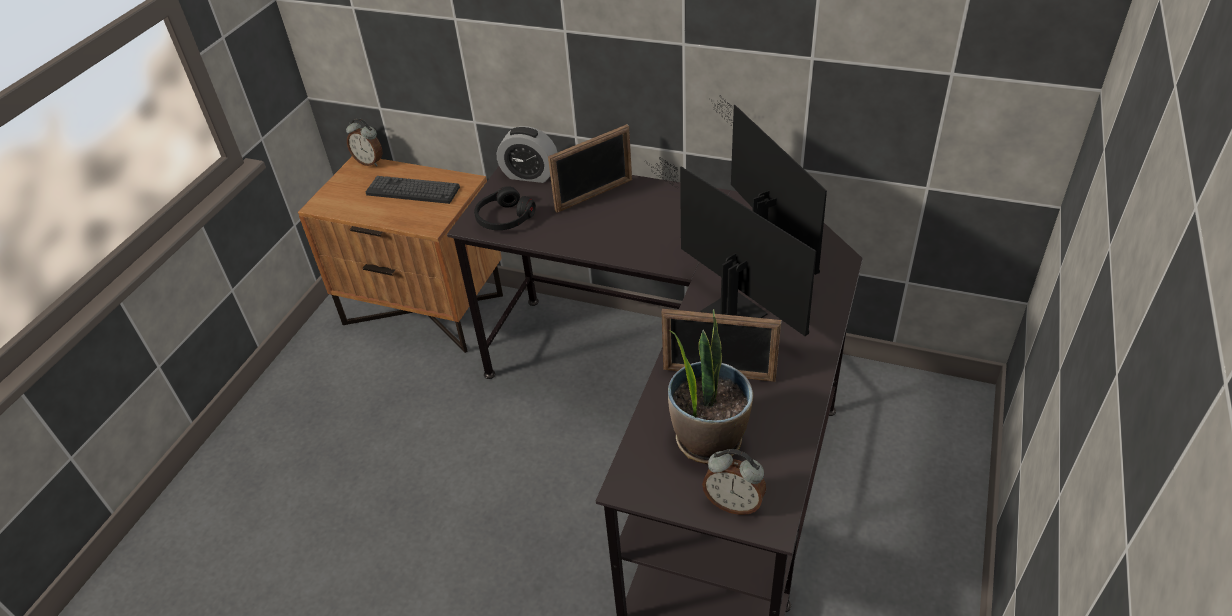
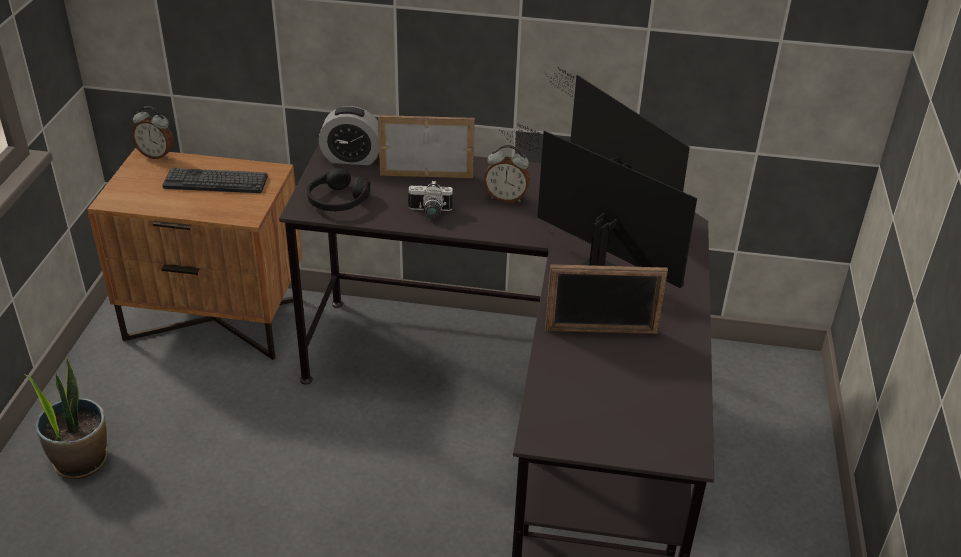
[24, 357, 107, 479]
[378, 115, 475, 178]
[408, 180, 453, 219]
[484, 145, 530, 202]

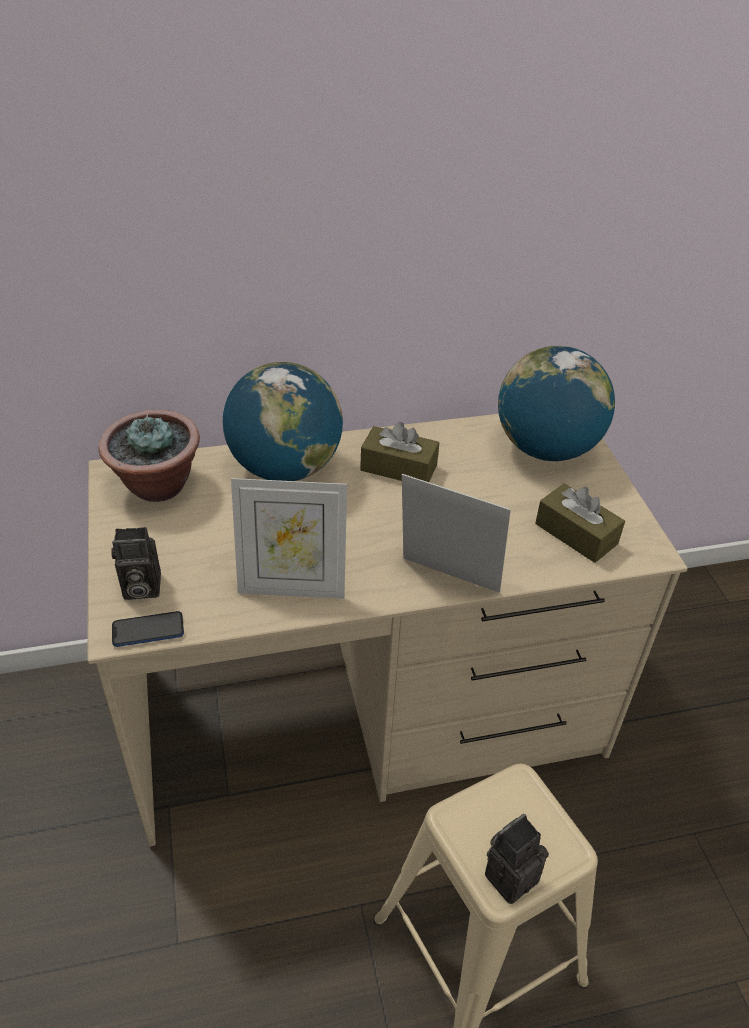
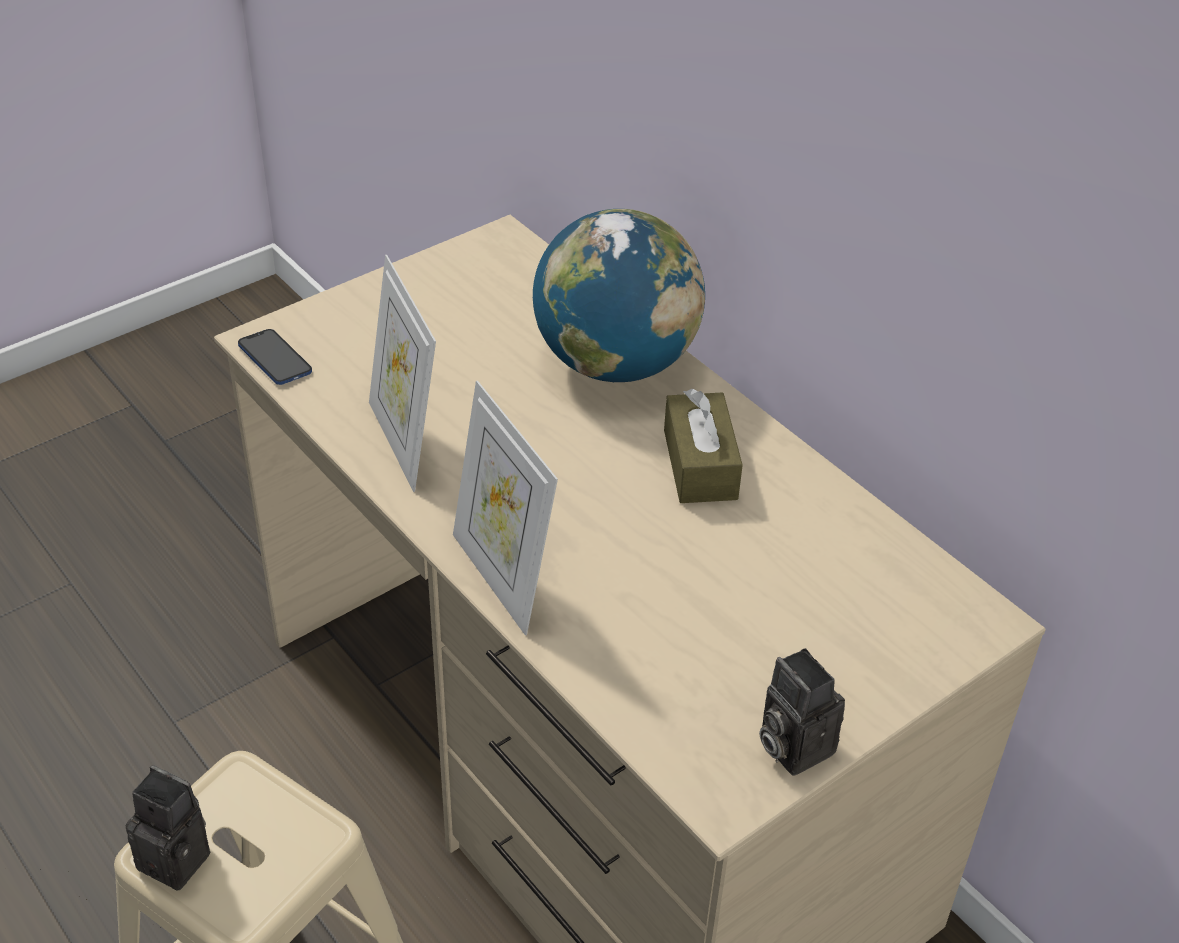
[453, 381, 558, 635]
[759, 648, 845, 775]
[99, 410, 200, 502] (first image)
[498, 346, 615, 461] (first image)
[535, 483, 625, 563] (first image)

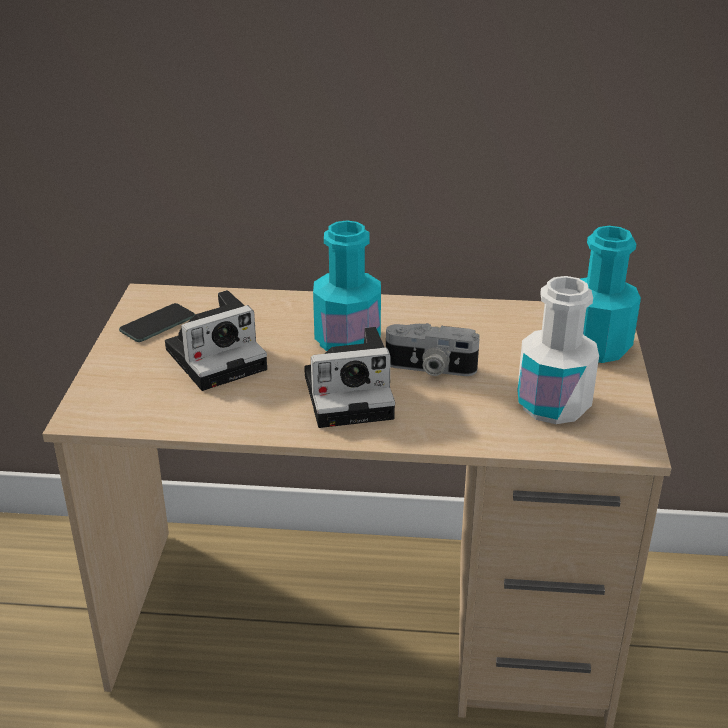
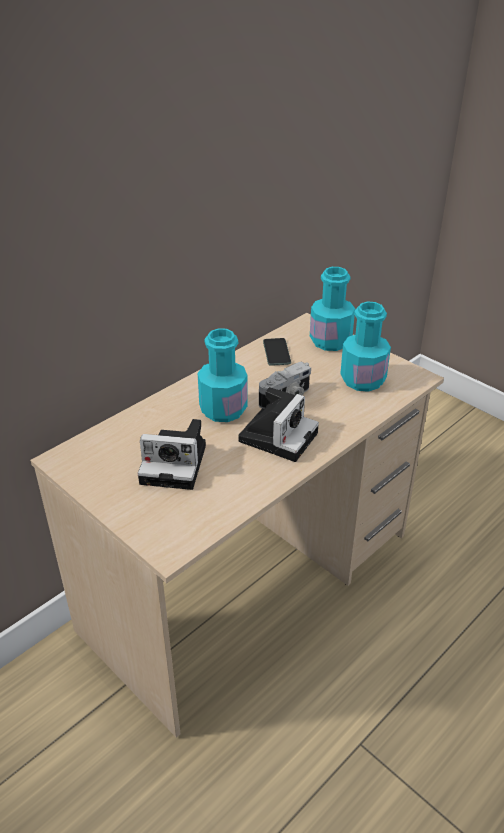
[138, 419, 206, 490]
[263, 338, 291, 366]
[340, 302, 391, 392]

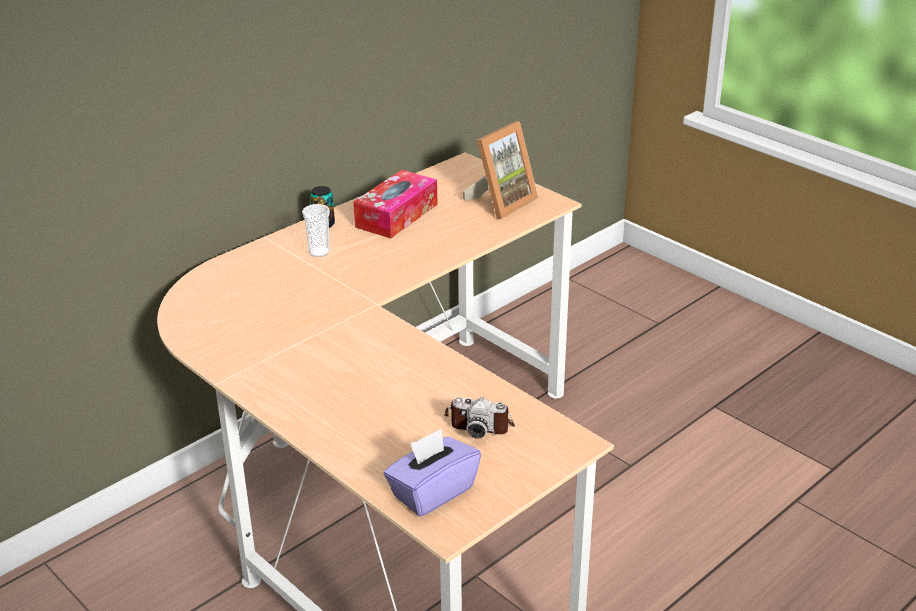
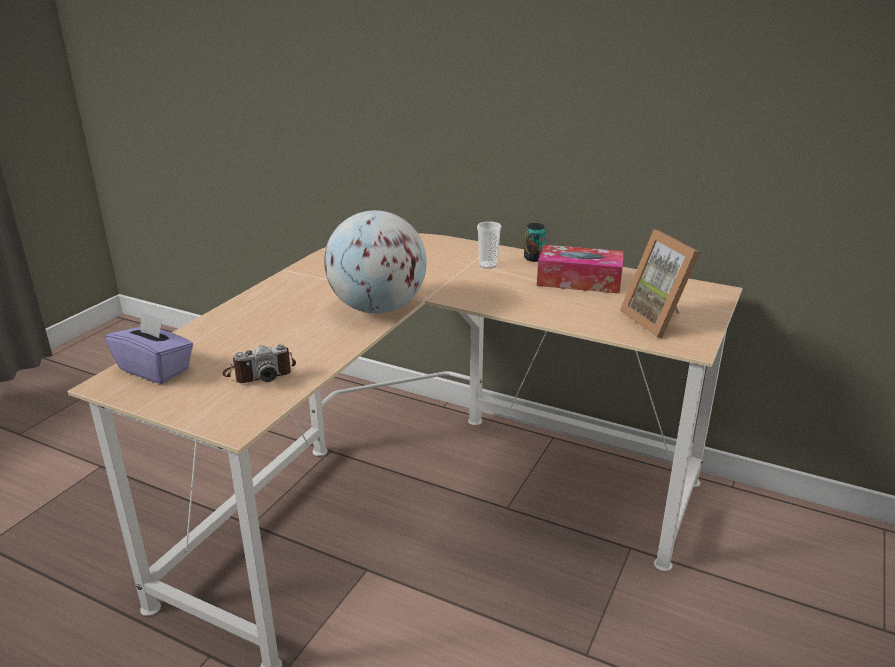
[222, 344, 296, 383]
[324, 210, 427, 314]
[620, 229, 700, 338]

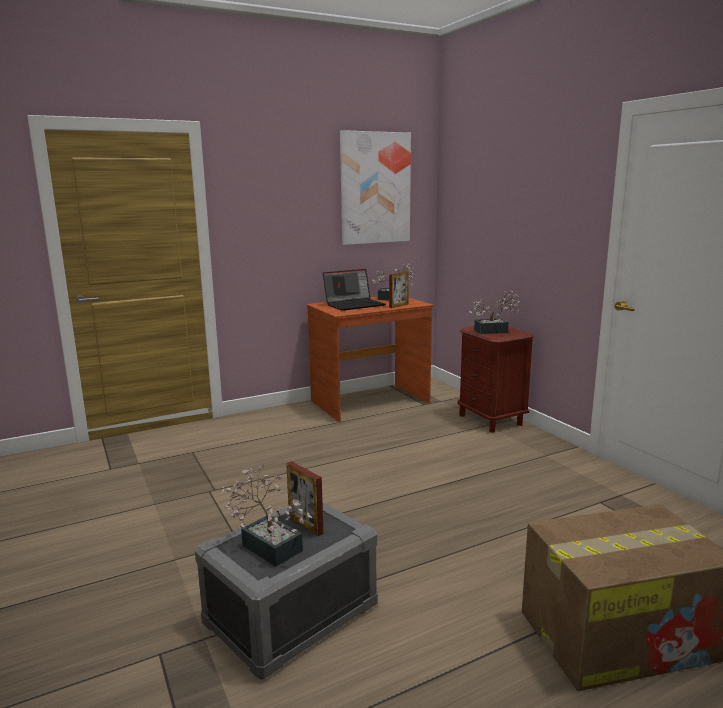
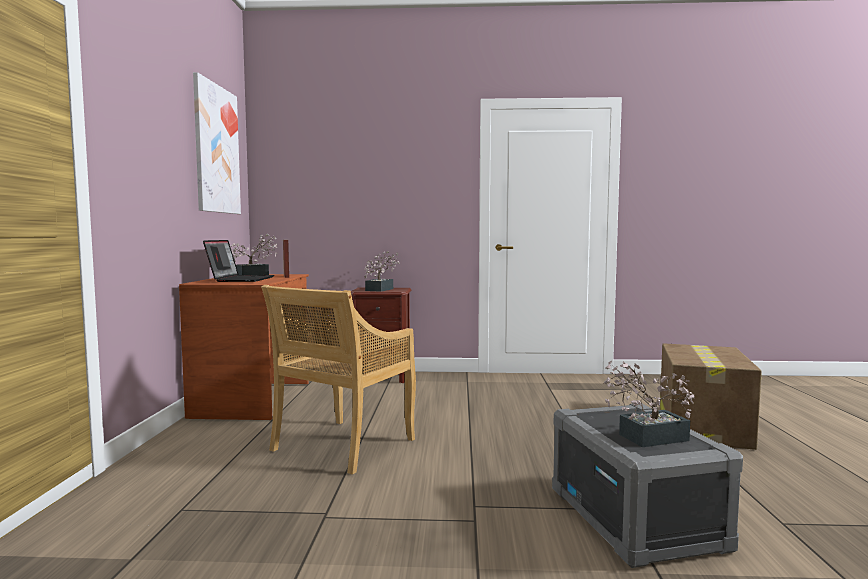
[261, 285, 416, 474]
[286, 461, 324, 536] (first image)

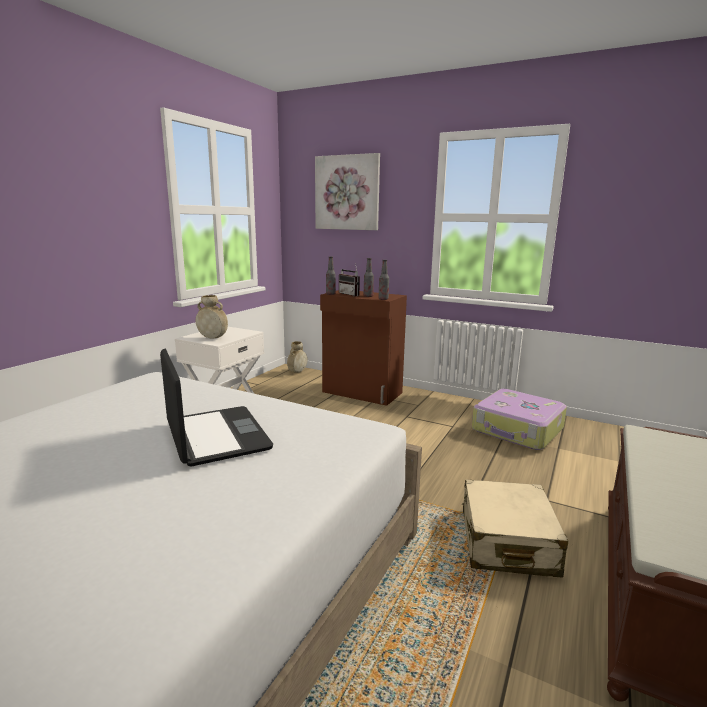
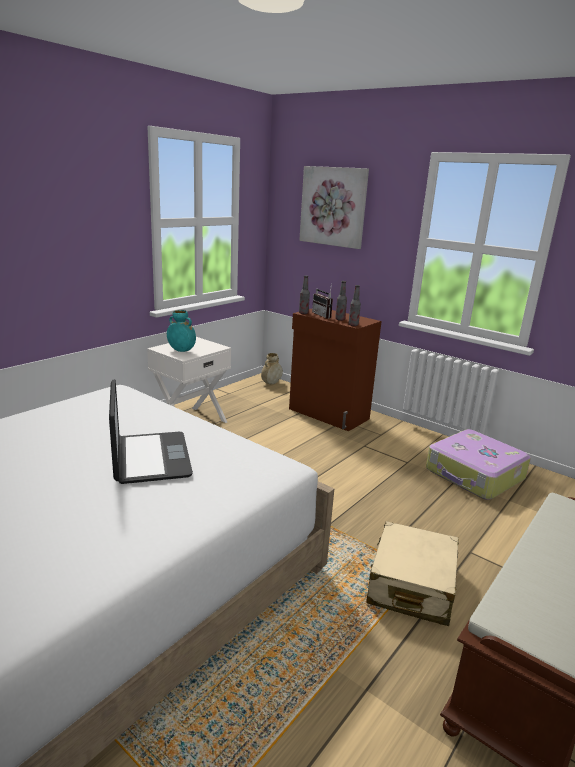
[167, 310, 196, 352]

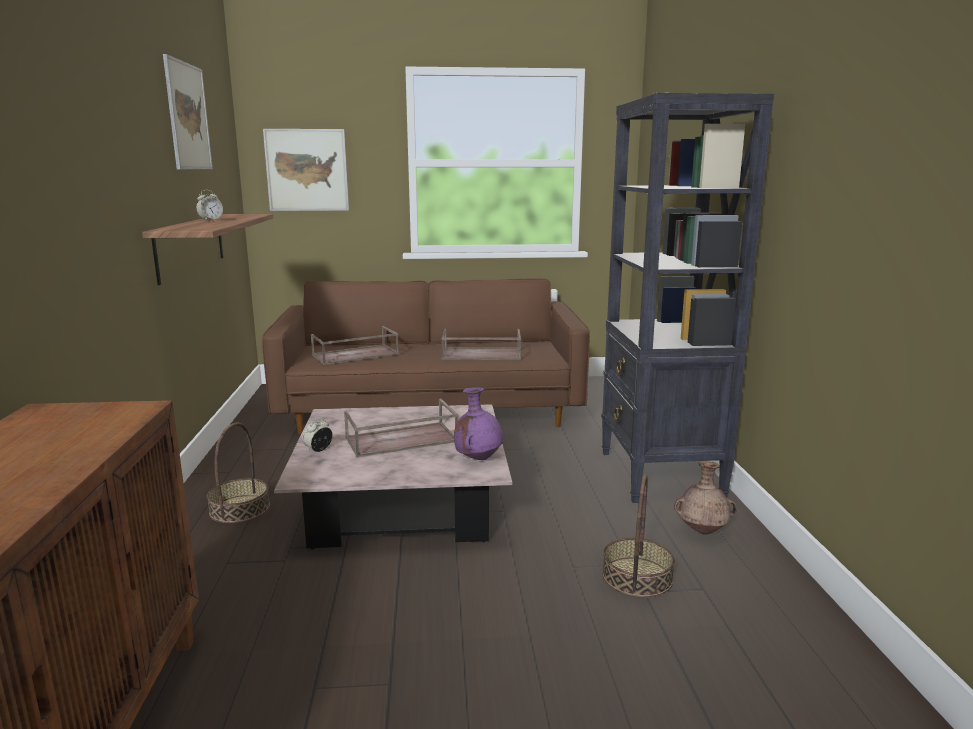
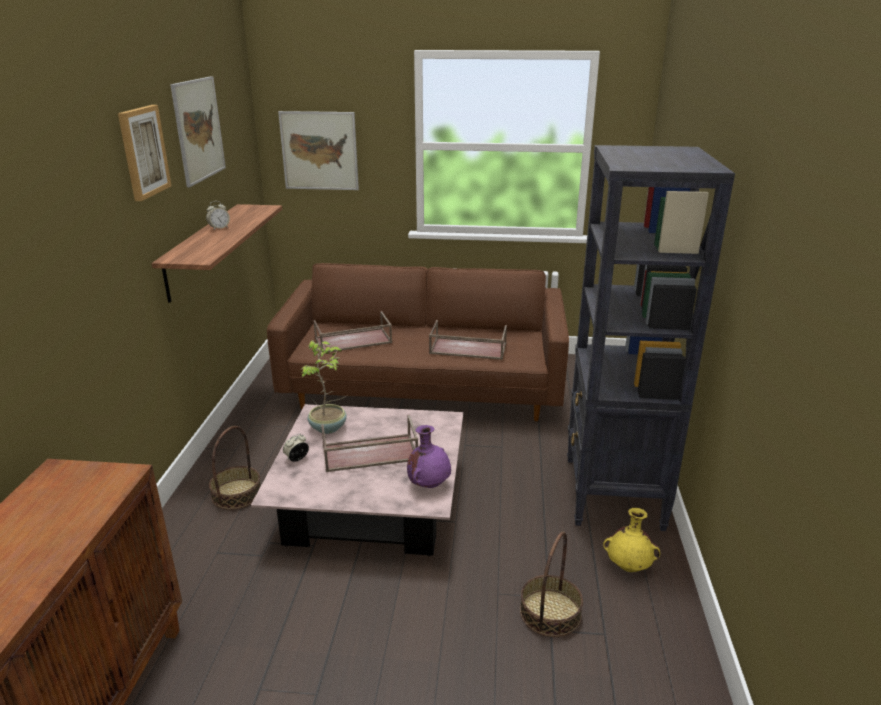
[118, 105, 172, 201]
[299, 340, 347, 434]
[603, 508, 660, 572]

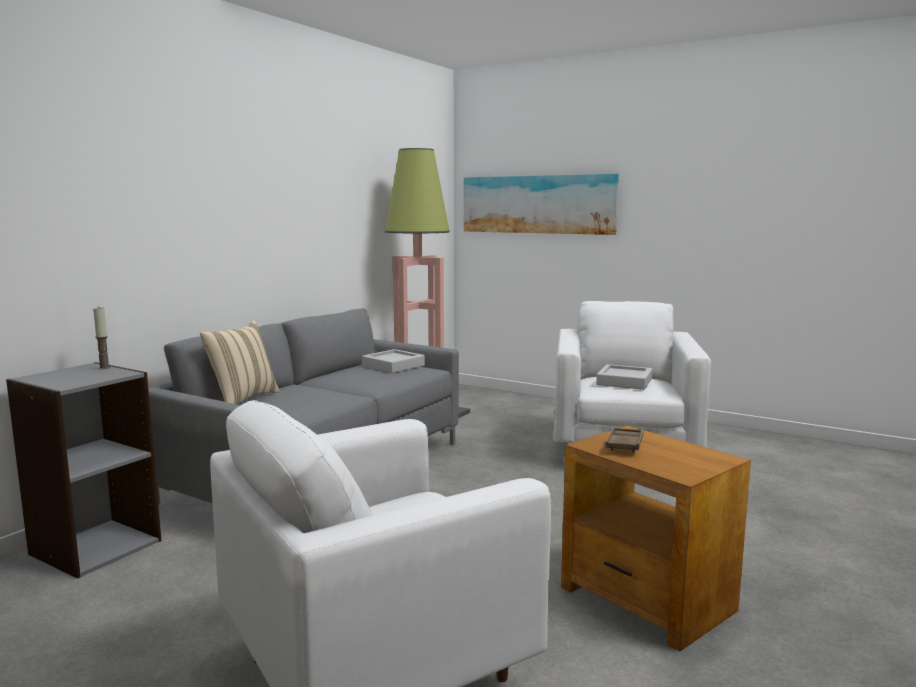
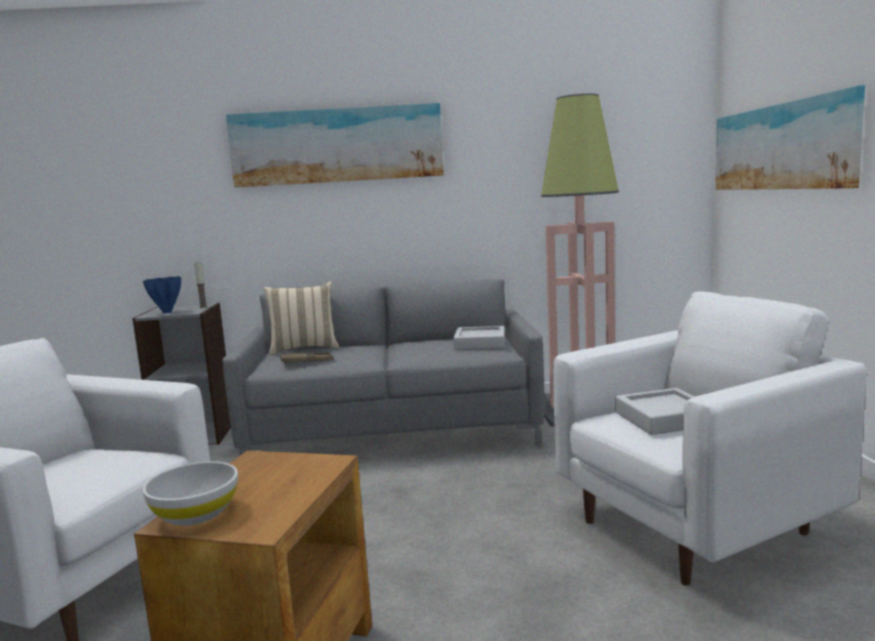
[143, 276, 181, 313]
[143, 461, 238, 526]
[226, 103, 444, 188]
[280, 352, 333, 364]

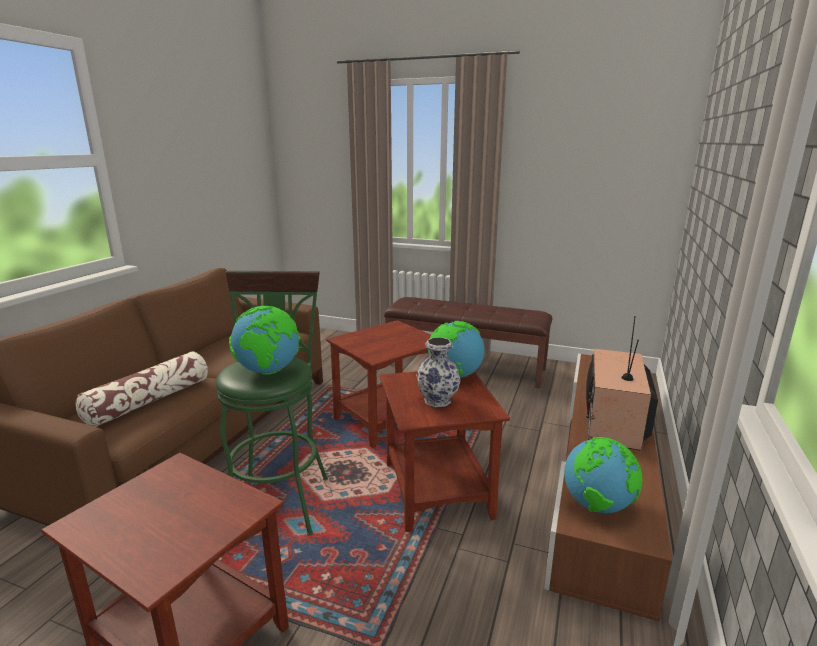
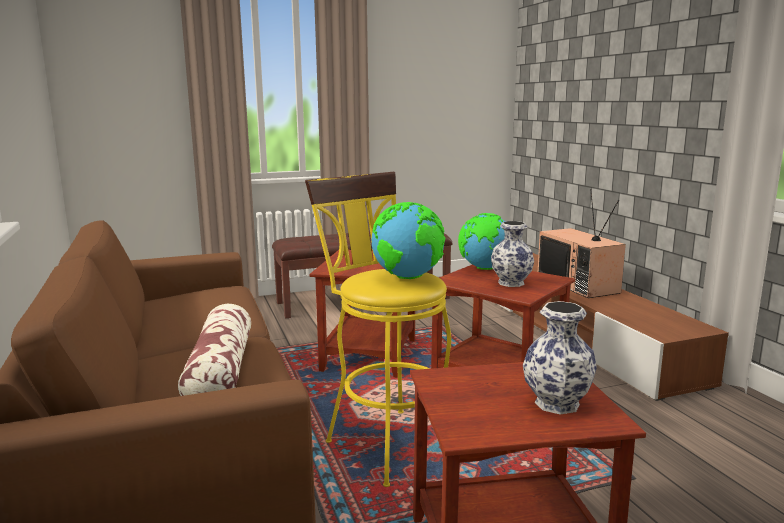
[305, 172, 451, 487]
[523, 301, 597, 415]
[564, 437, 642, 513] (first image)

